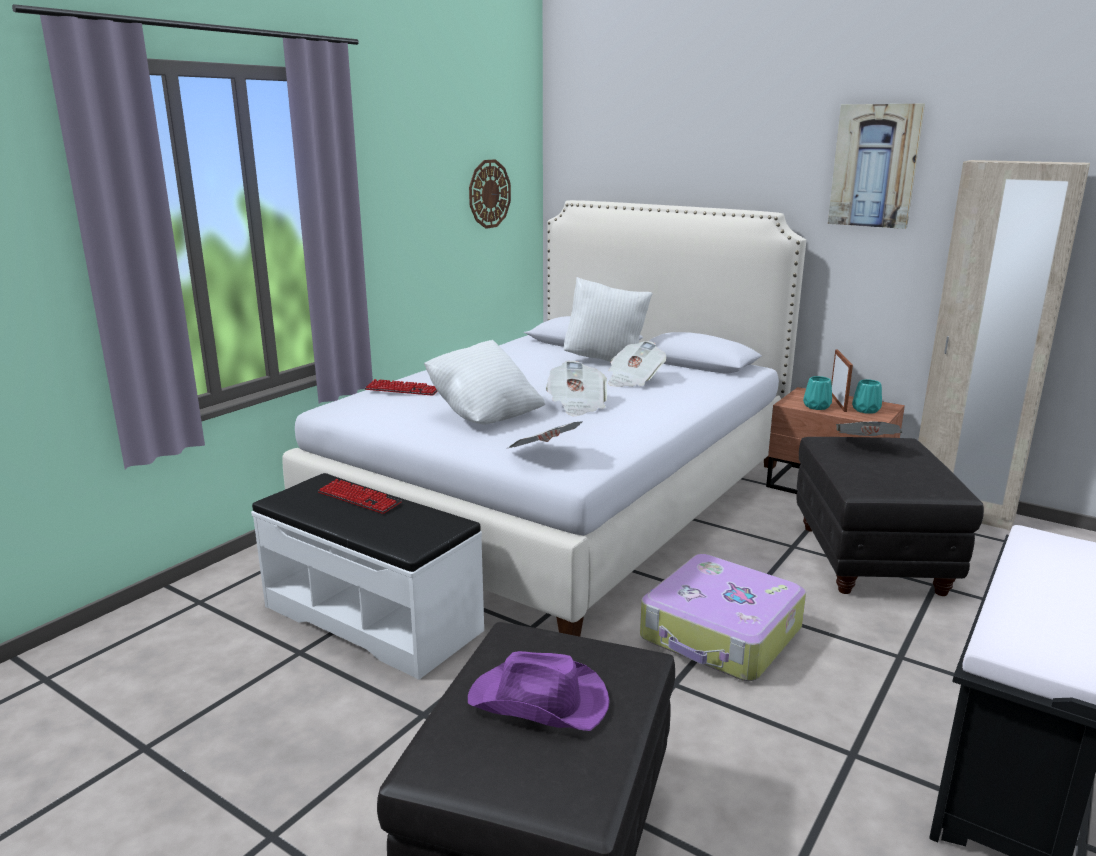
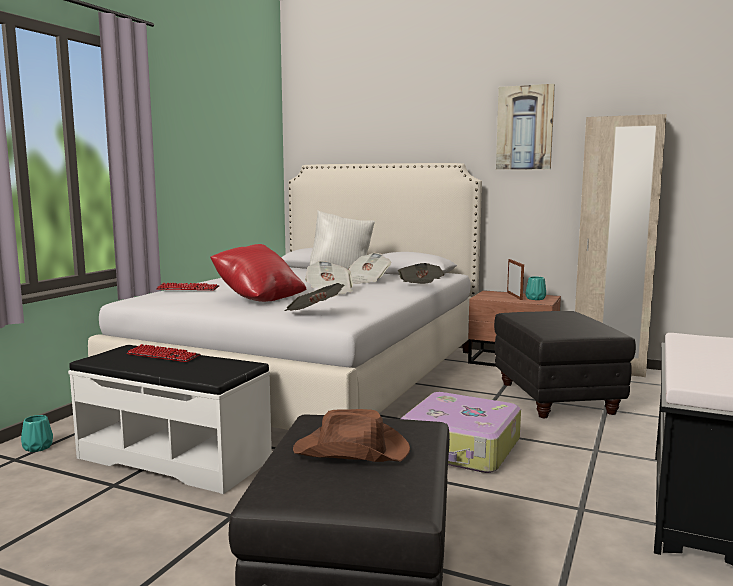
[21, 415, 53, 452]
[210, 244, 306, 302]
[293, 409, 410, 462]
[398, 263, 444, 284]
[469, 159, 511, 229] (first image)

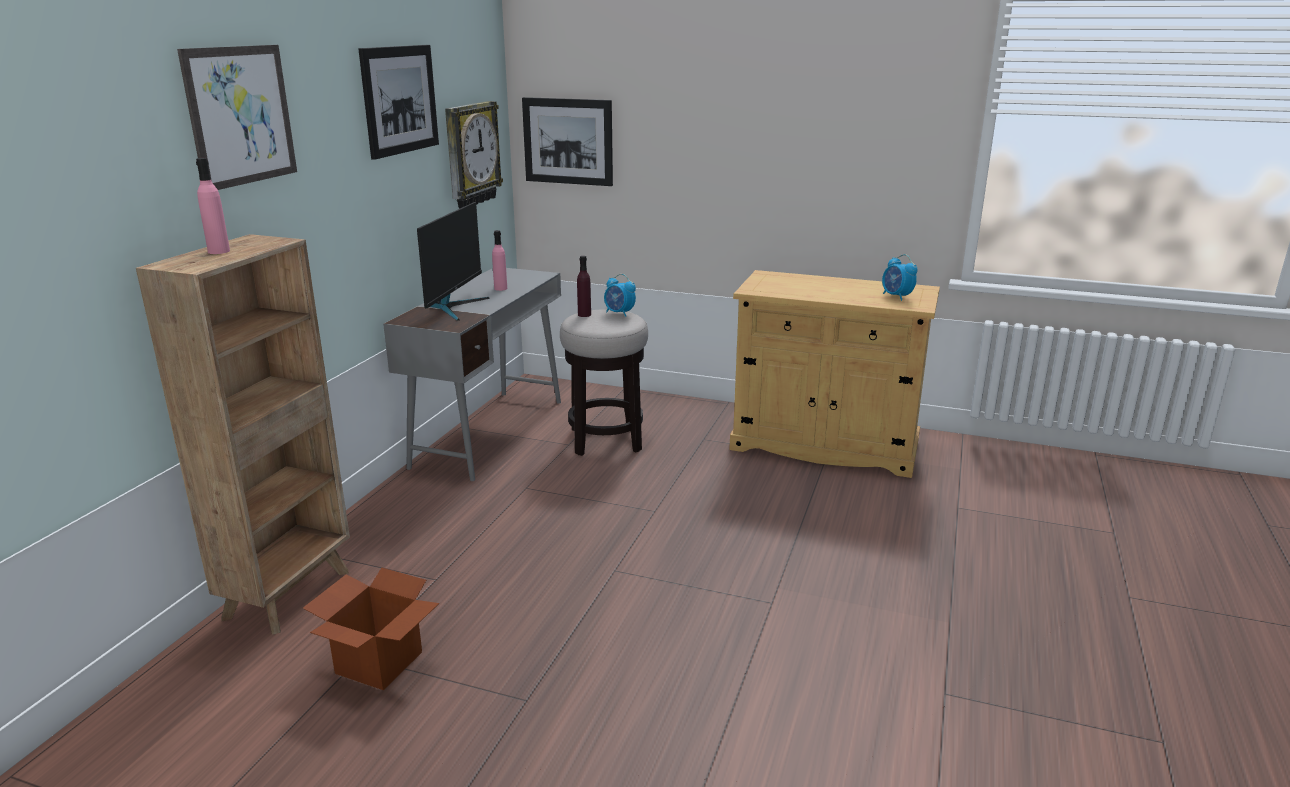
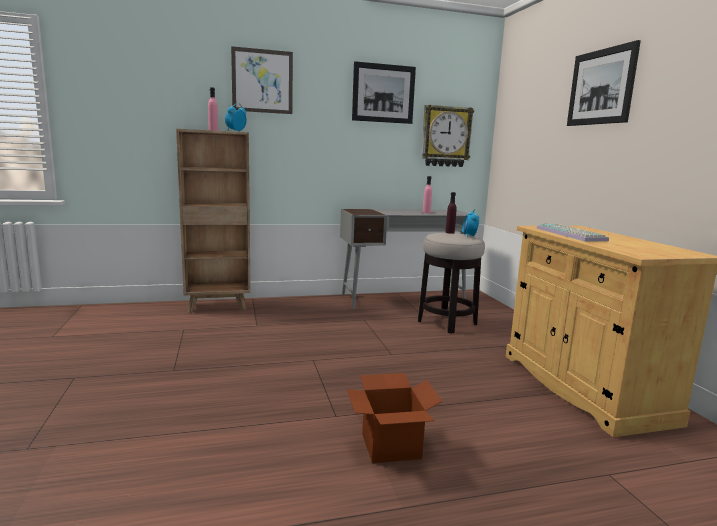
[225, 103, 247, 132]
[347, 373, 443, 463]
[536, 224, 609, 241]
[567, 40, 641, 126]
[417, 202, 490, 320] (first image)

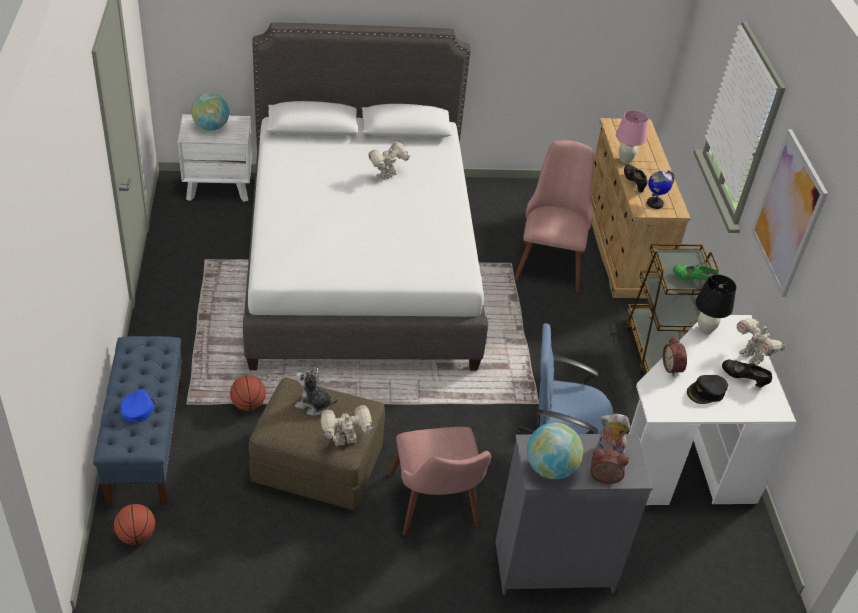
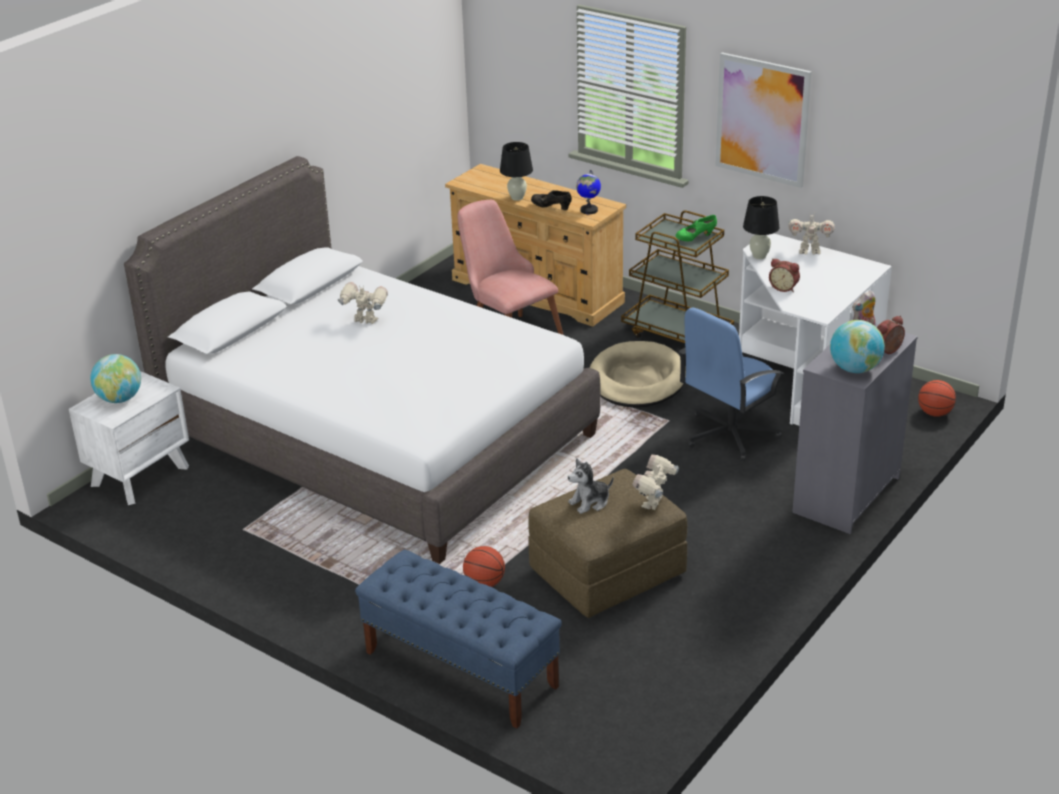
[338, 282, 388, 324]
[500, 142, 533, 201]
[590, 341, 686, 407]
[918, 380, 956, 417]
[120, 390, 156, 422] (first image)
[388, 427, 491, 535] (first image)
[687, 375, 728, 404] (first image)
[722, 360, 772, 388] (first image)

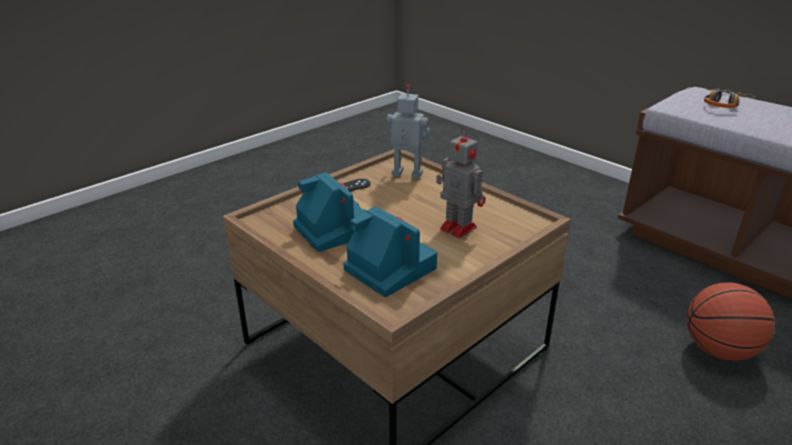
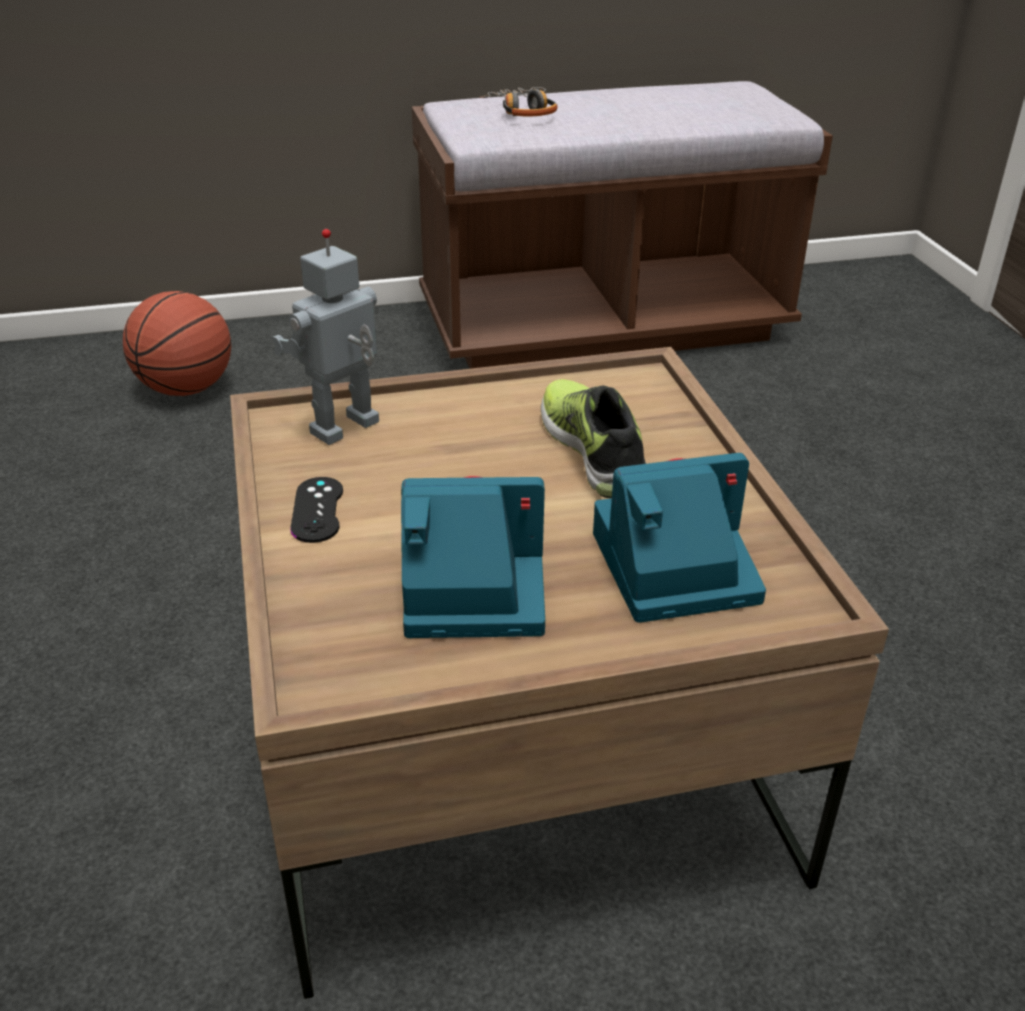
[123, 291, 231, 396]
[541, 379, 646, 498]

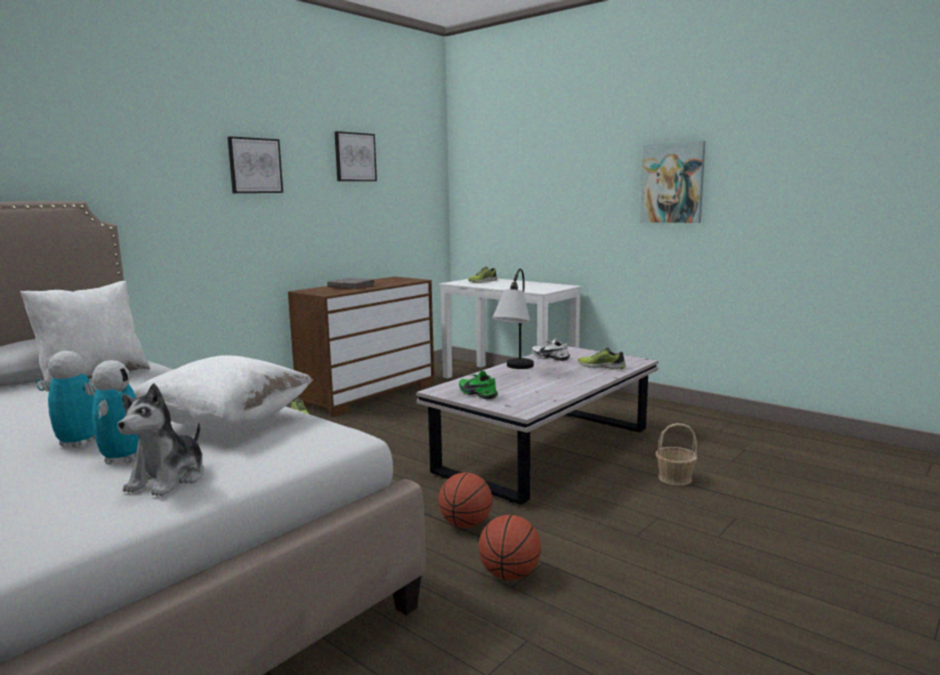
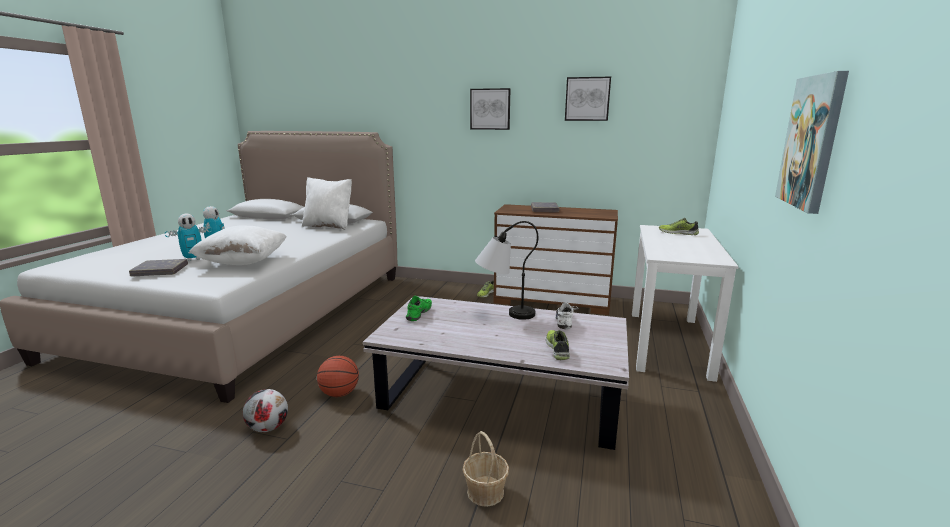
[129, 259, 188, 276]
[243, 389, 288, 432]

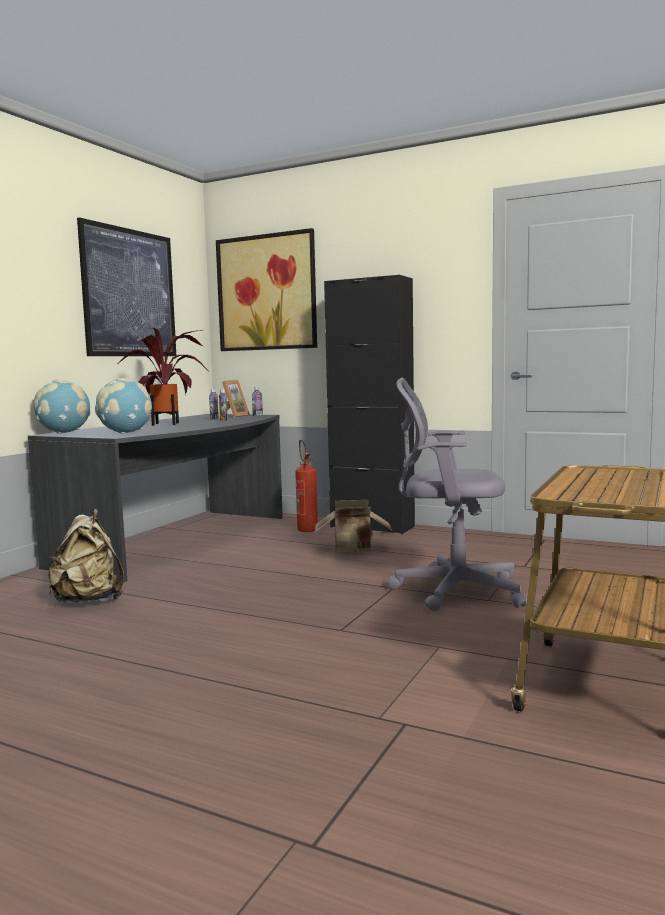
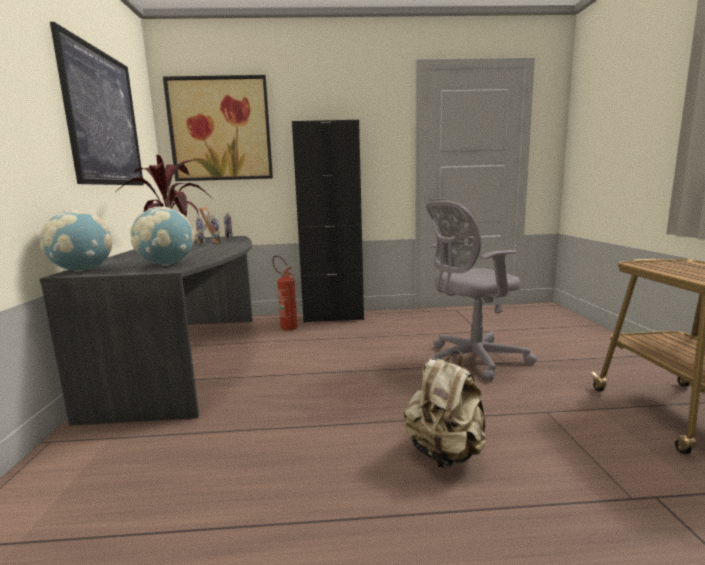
[404, 351, 486, 468]
[315, 500, 392, 553] (first image)

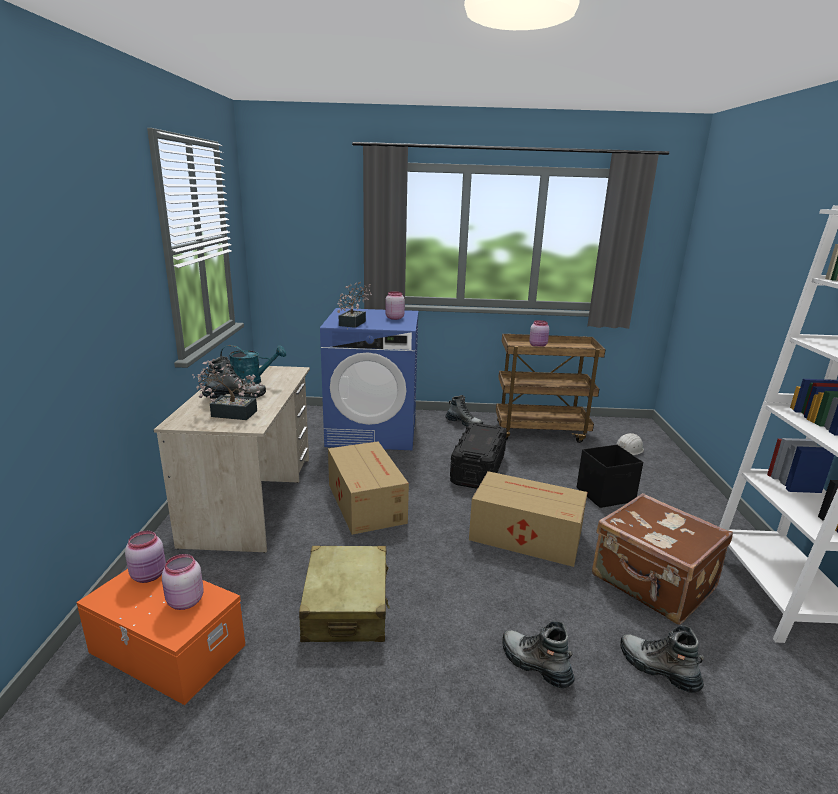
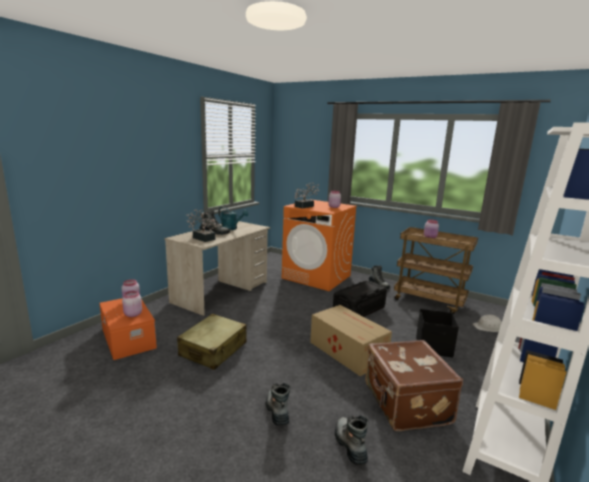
[282, 199, 357, 291]
[328, 441, 409, 535] (first image)

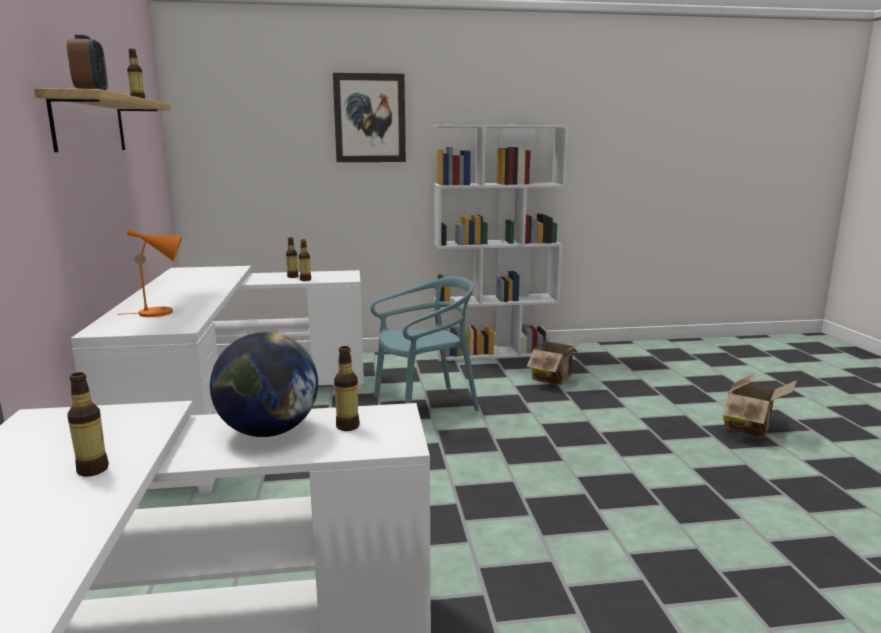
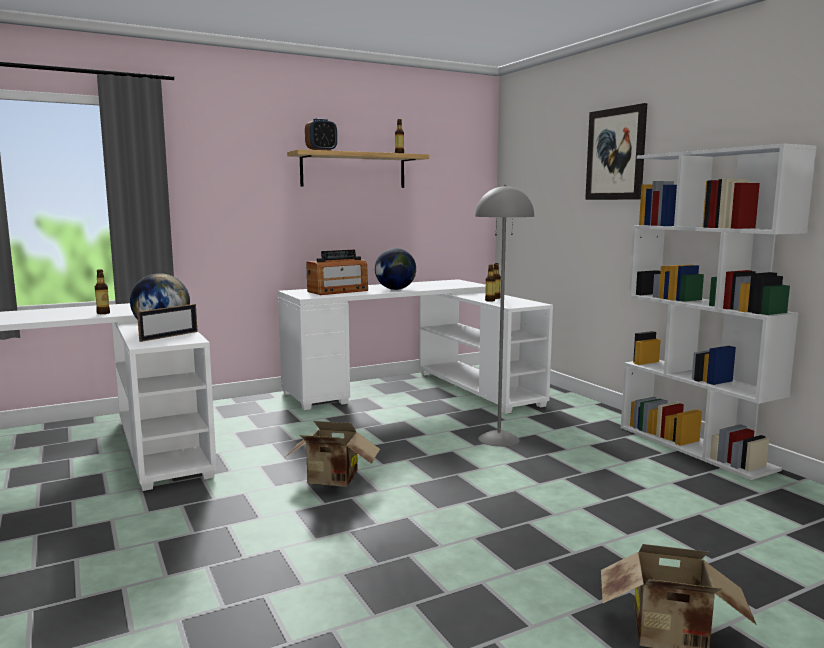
[137, 304, 198, 342]
[284, 421, 380, 487]
[306, 250, 368, 295]
[375, 248, 416, 290]
[475, 185, 534, 447]

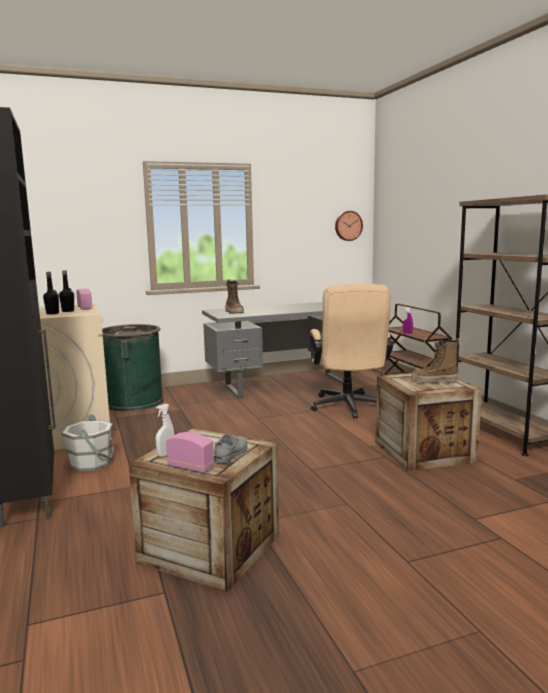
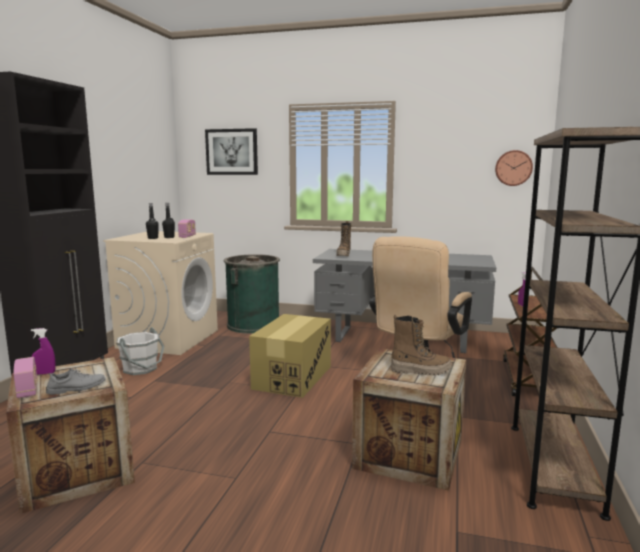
[31, 328, 56, 375]
[205, 128, 258, 175]
[249, 314, 331, 398]
[391, 314, 451, 375]

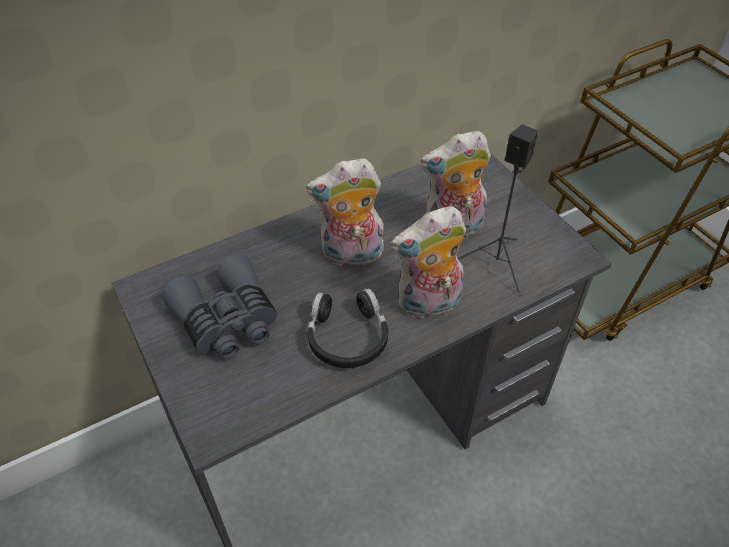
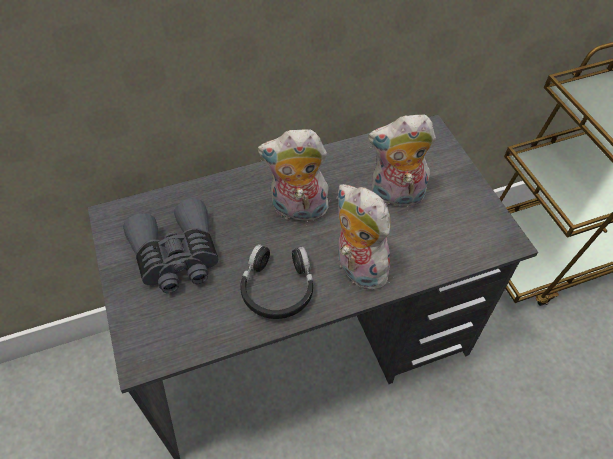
[338, 184, 392, 290]
[458, 124, 538, 297] (first image)

